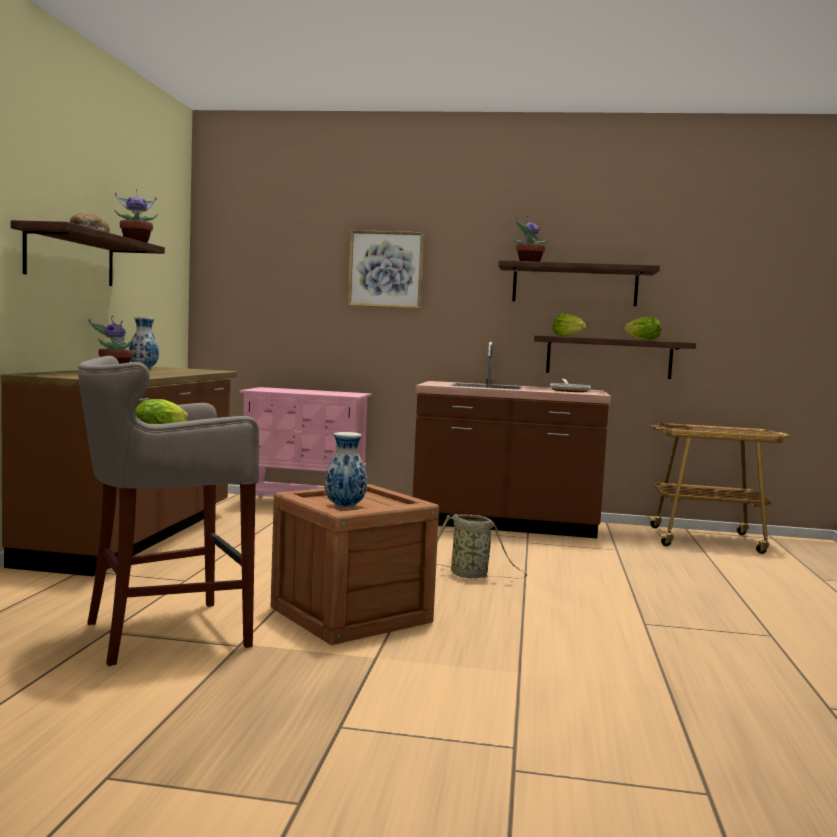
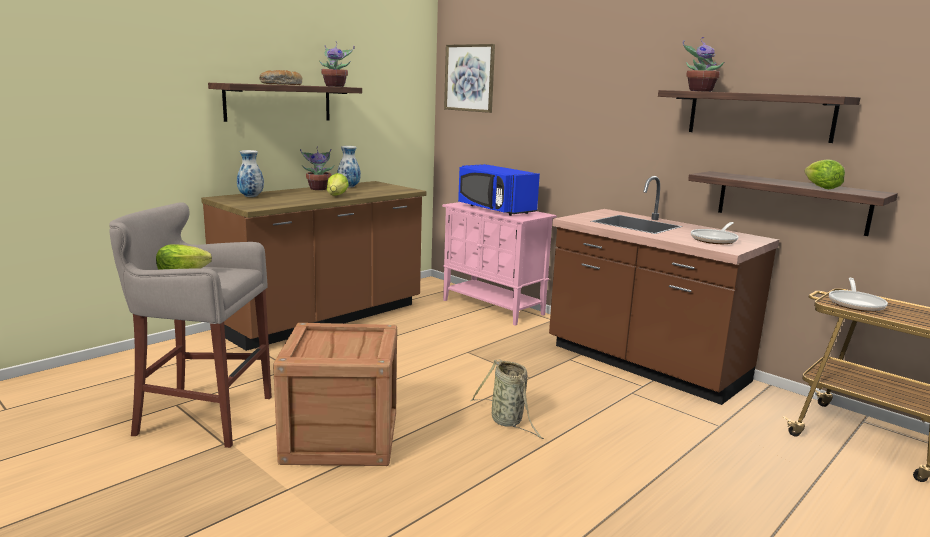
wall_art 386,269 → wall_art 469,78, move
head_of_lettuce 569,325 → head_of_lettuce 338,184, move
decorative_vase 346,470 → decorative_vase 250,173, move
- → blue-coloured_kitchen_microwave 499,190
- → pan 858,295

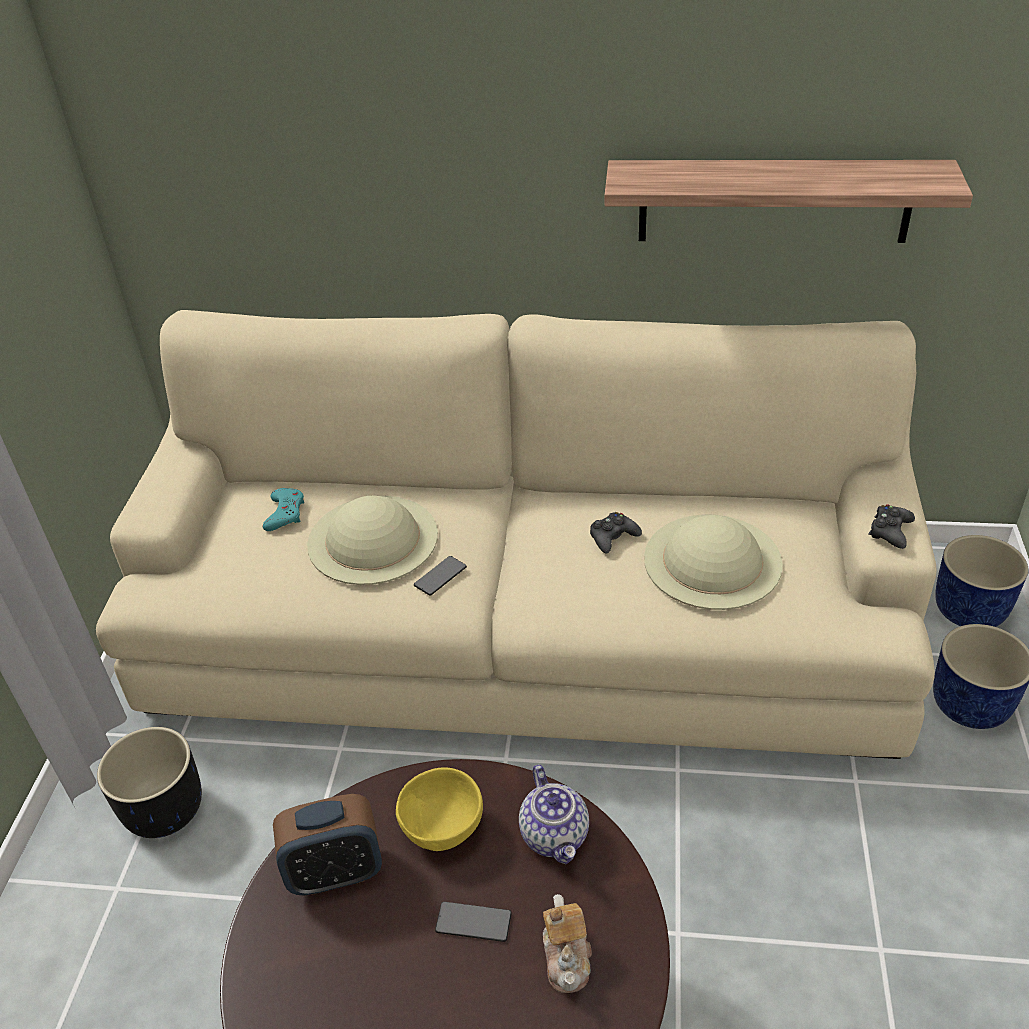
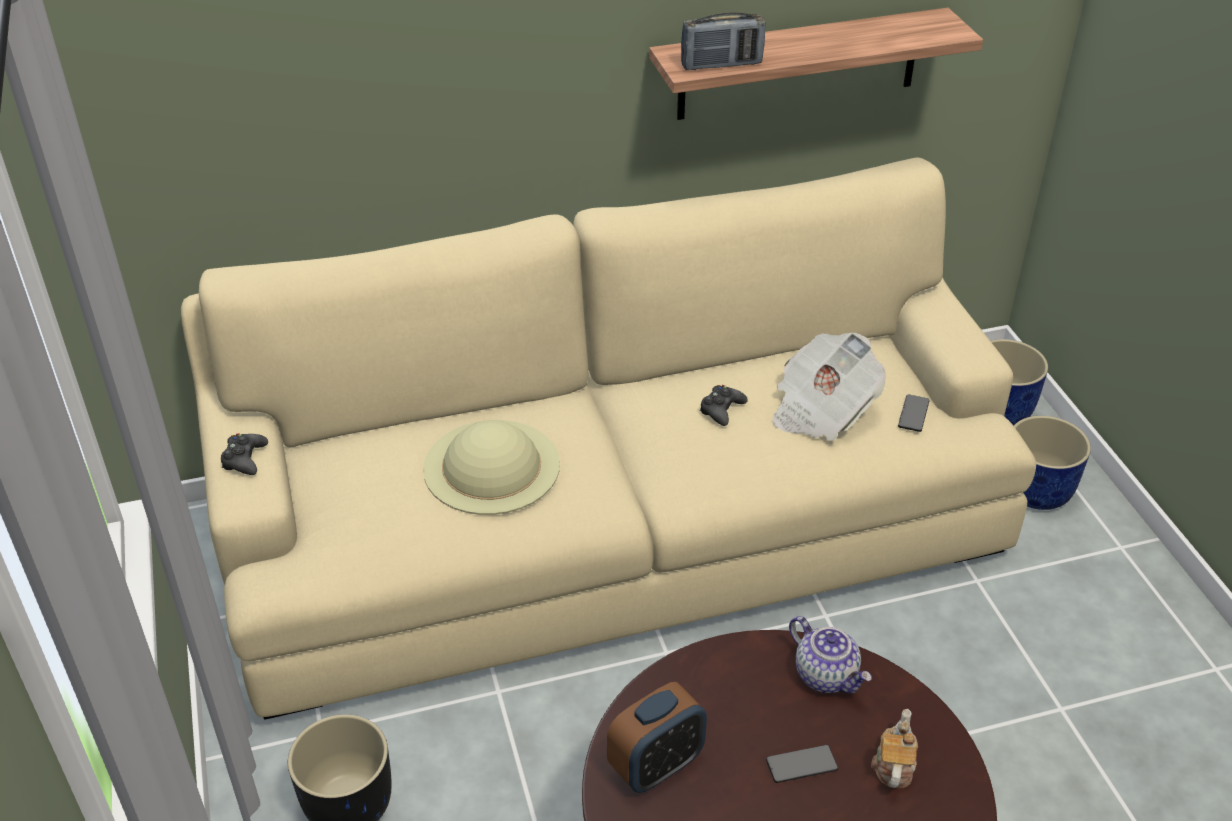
blue-green_joypad 283,509 → -
black-coloured_joypad 891,526 → black-coloured_joypad 244,454, move
sand-coloured_wearable_hat 713,562 → newspaper 829,387
phone 440,576 → phone 914,413, move
yellowish_serving_bowl 439,809 → -
teapot 567,943 → teapot 894,749, 135 degrees counterclockwise
- → radio_set 723,41

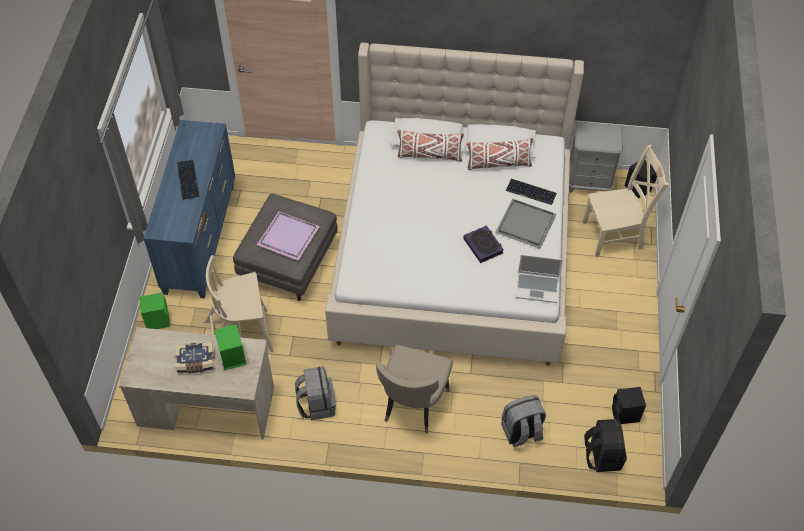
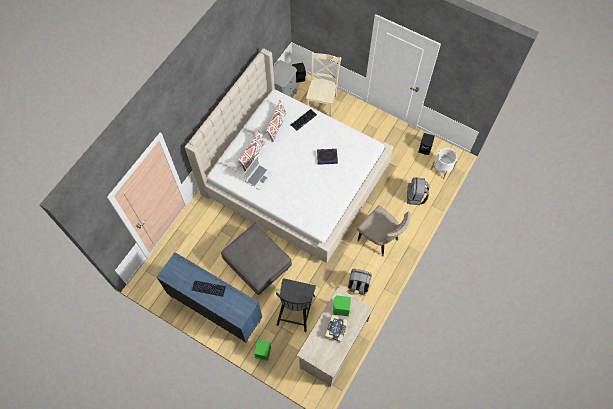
greyish_tray 526,224 → -
purplish_tray 288,236 → -
portable_computer 539,278 → portable_computer 258,173, move
sand-coloured_upright_chair 239,303 → black-coloured_upright_chair 296,305
black-coloured_knapsack 605,445 → whitish_plant_pot 444,164

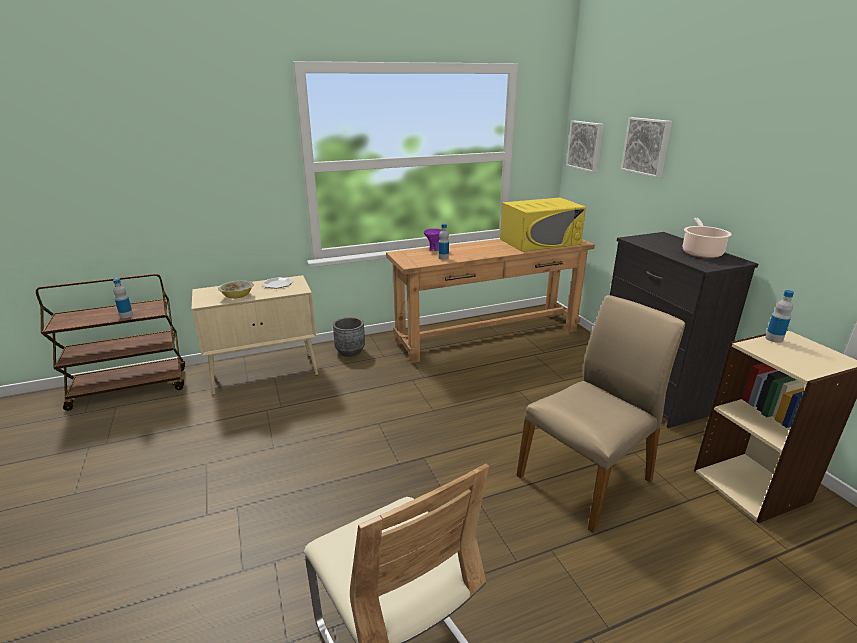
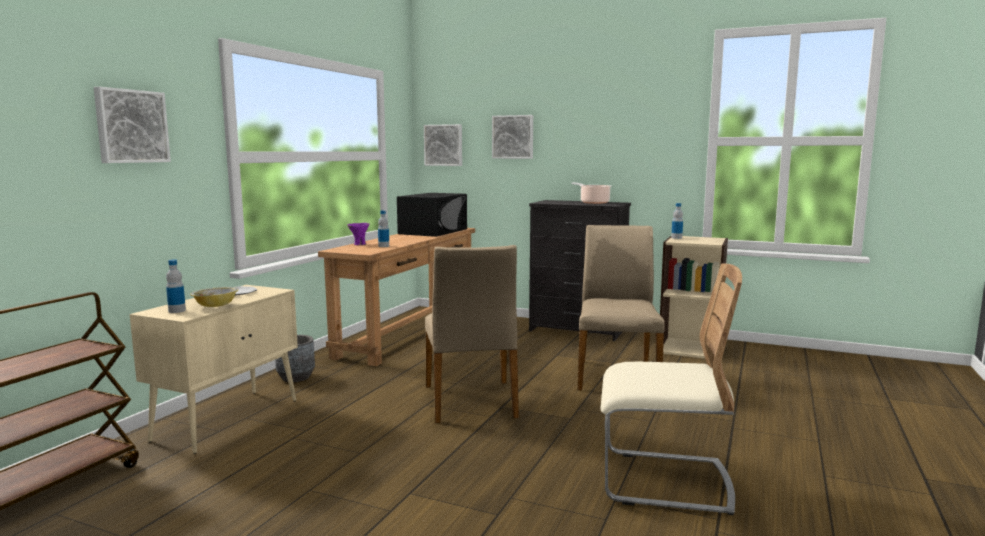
yellowish_kitchen_microwave 543,224 → black-coloured_kitchen_microwave 432,215
drink_bottle 123,298 → drink_bottle 176,286, move
- → wall_art 132,125
- → sand-coloured_upright_chair 472,334

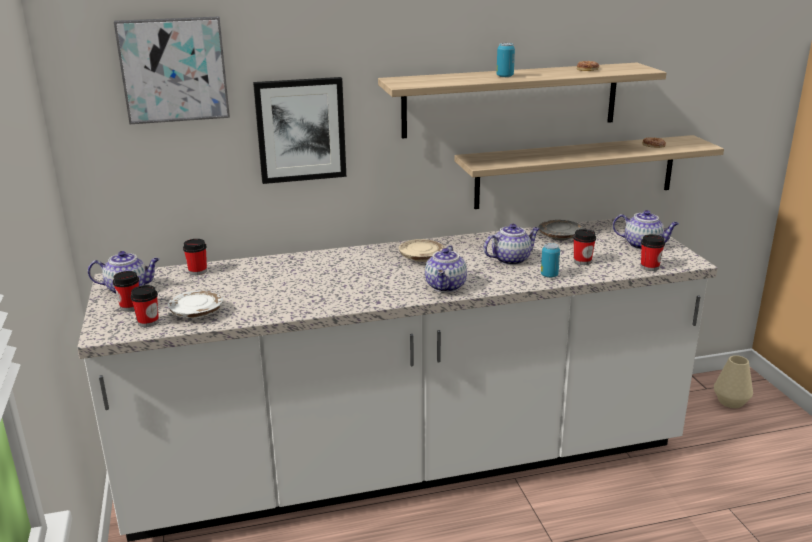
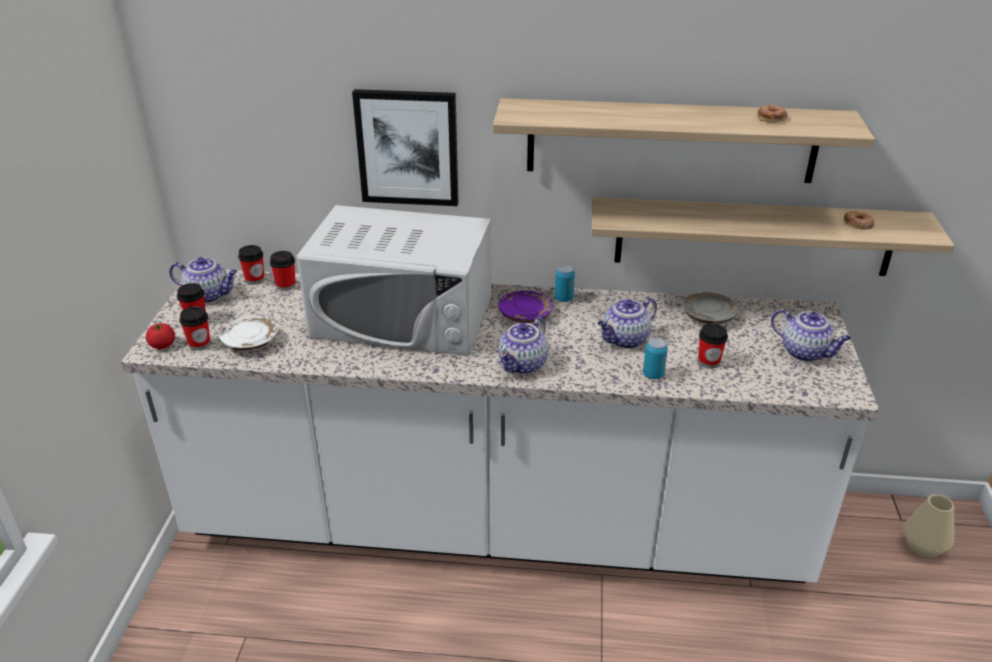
wall_art 172,70 → -
metal_can 506,60 → metal_can 565,283, move
teapot 512,244 → teapot 627,323, 150 degrees clockwise
drinking_cup 653,252 → drinking_cup 251,265, move
sand-coloured_flat_dish 422,250 → purplish_flat_dish 525,306
- → whitish_kitchen_microwave 393,280
- → tomato 160,336

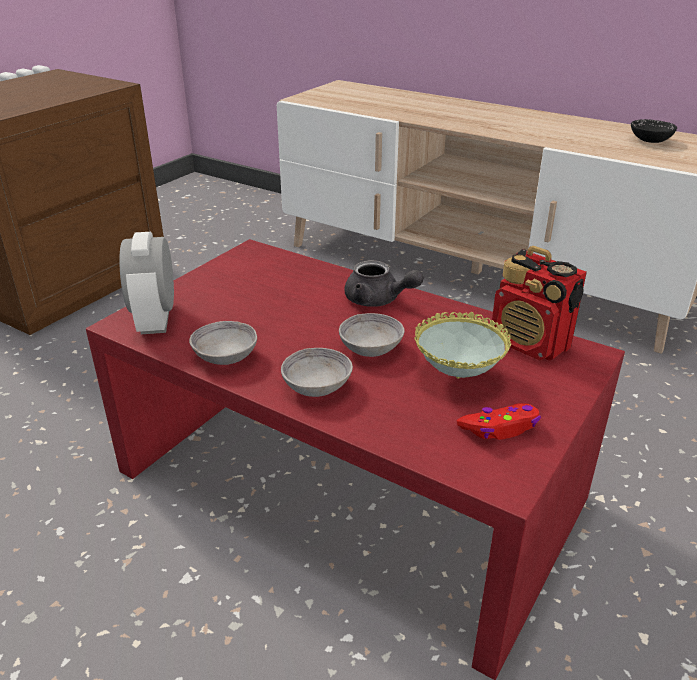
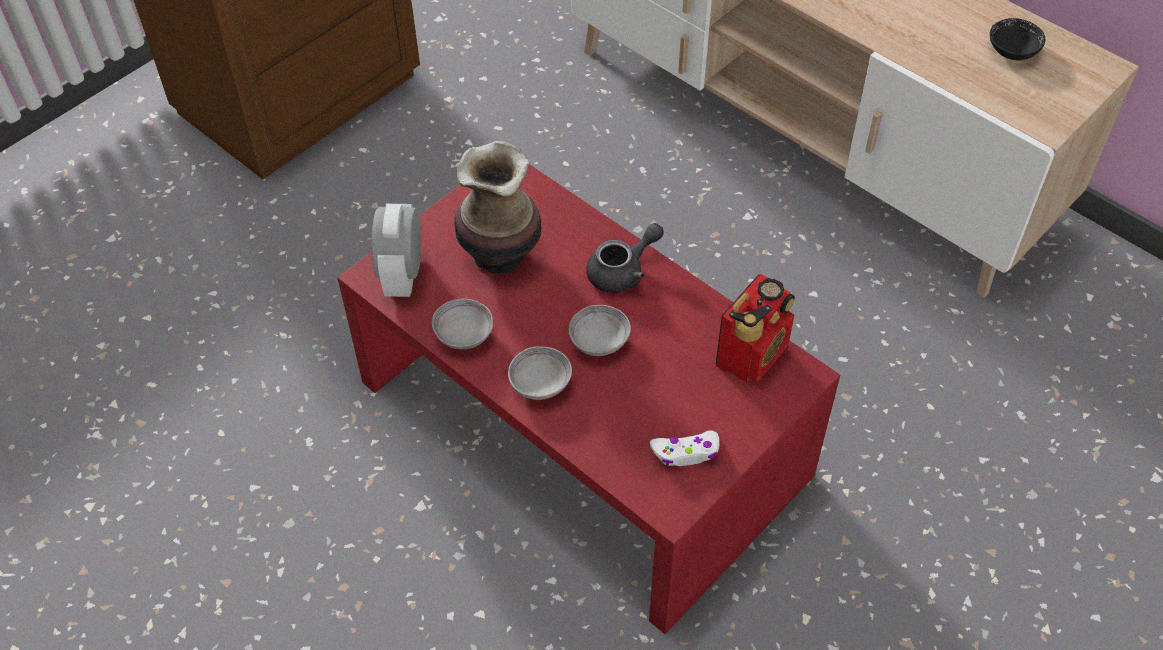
radio_set 539,303 → radio_set 755,328, 105 degrees counterclockwise
greyish_teapot 383,283 → greyish_teapot 625,258, 75 degrees counterclockwise
serving_bowl 462,345 → -
red-coloured_joypad 499,421 → whitish_joypad 684,448
- → decorative_vase 498,207

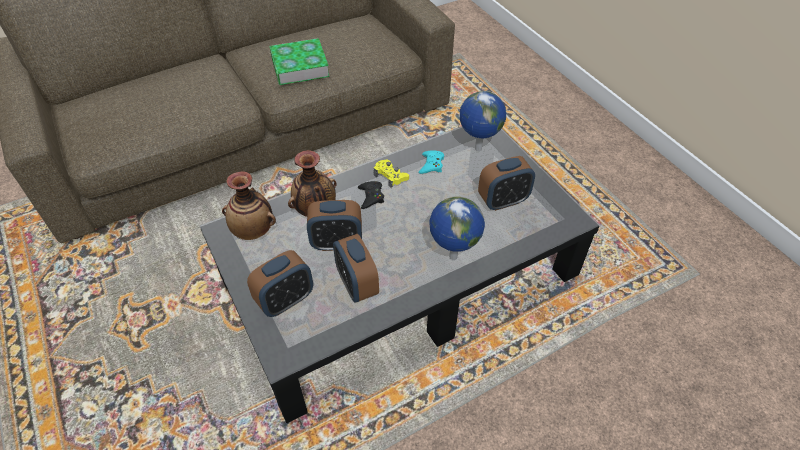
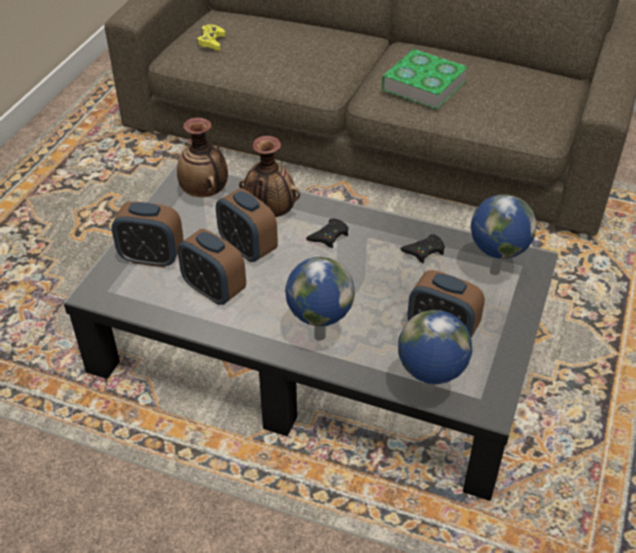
blue-green_joypad 431,162 → black-coloured_joypad 422,249
yellowish_joypad 391,174 → yellowish_joypad 211,37, move
bedside_clock 356,268 → bedside_clock 211,267, 75 degrees counterclockwise
- → world_globe 435,353

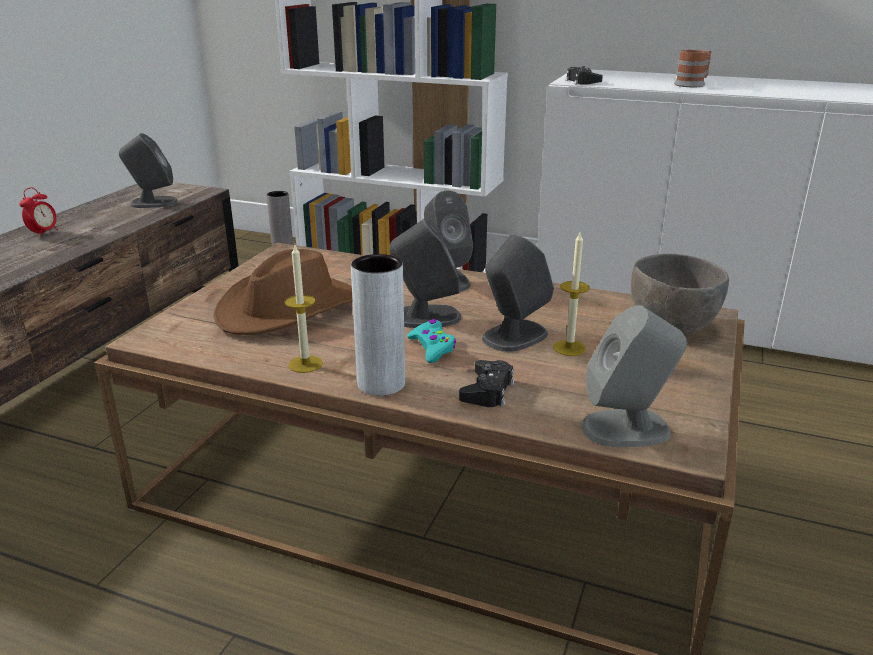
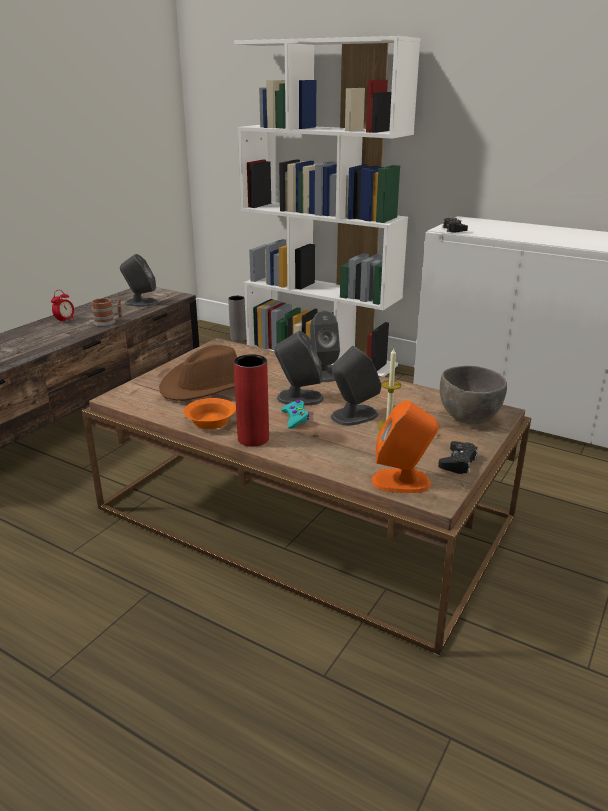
mug 693,68 → mug 107,312, move
candle 304,308 → orange-coloured_serving_bowl 210,413
greyish_decorative_vase 378,325 → red-coloured_decorative_vase 251,400
greyish_loudspeaker 634,376 → orange-coloured_loudspeaker 405,446
black-coloured_joypad 486,383 → black-coloured_joypad 458,457, move

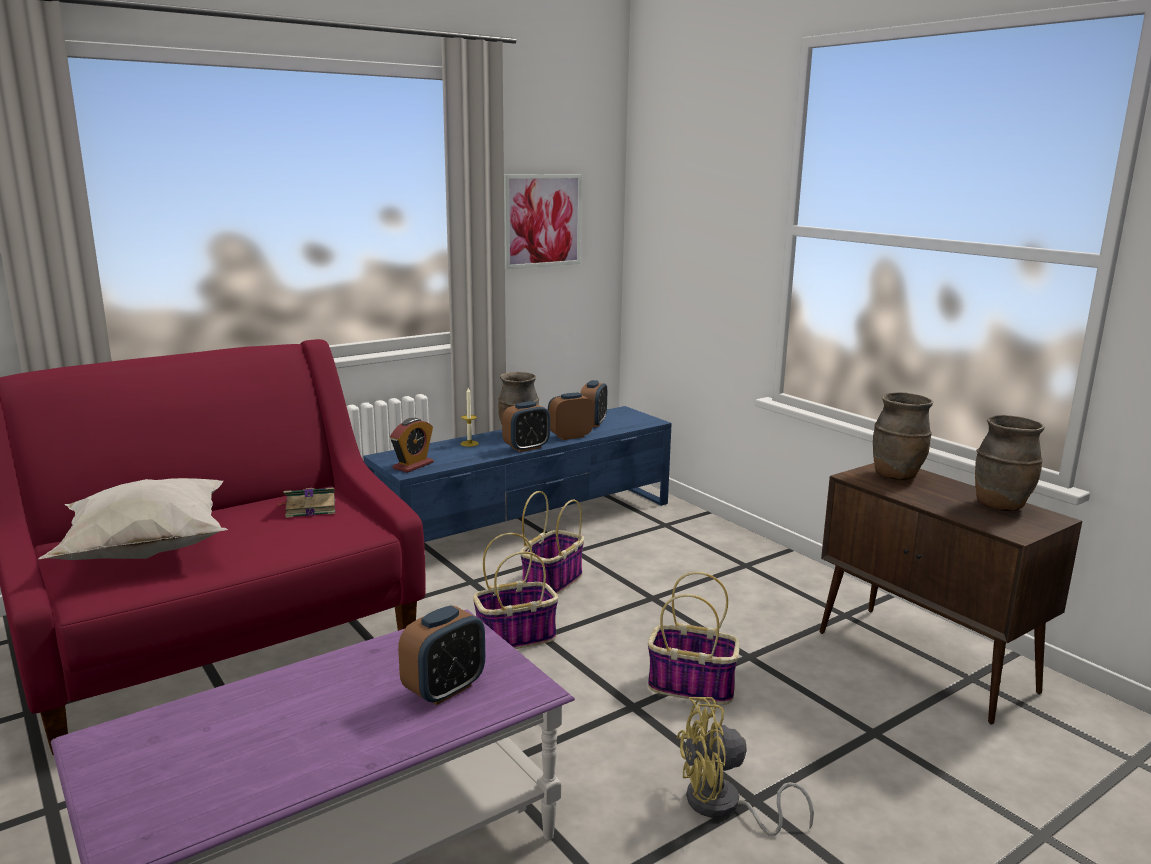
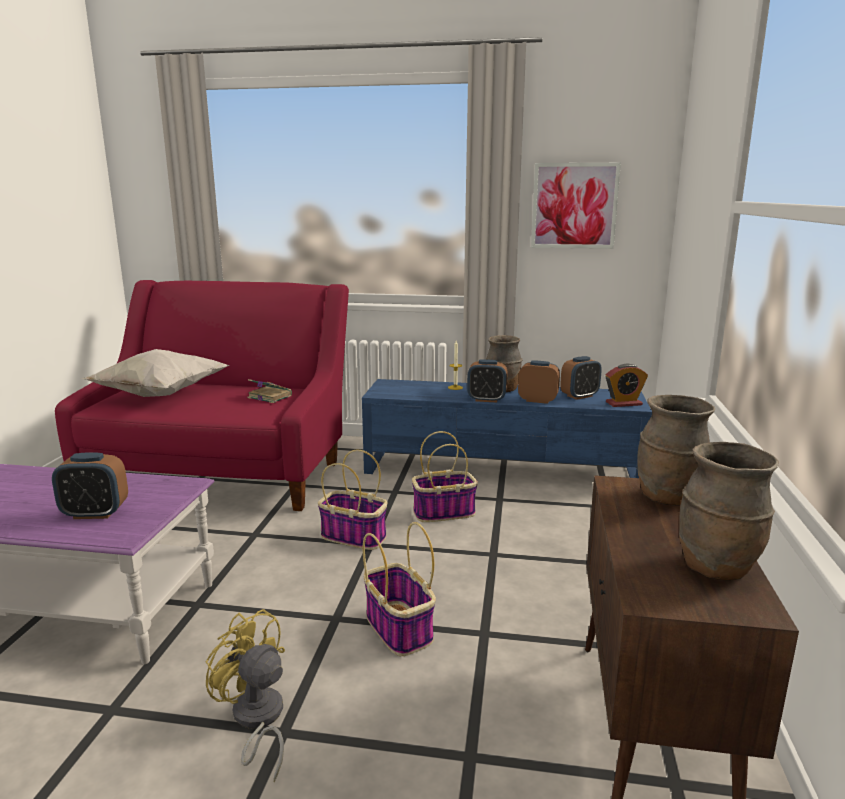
bedside_clock 412,445 → bedside_clock 627,385, move

